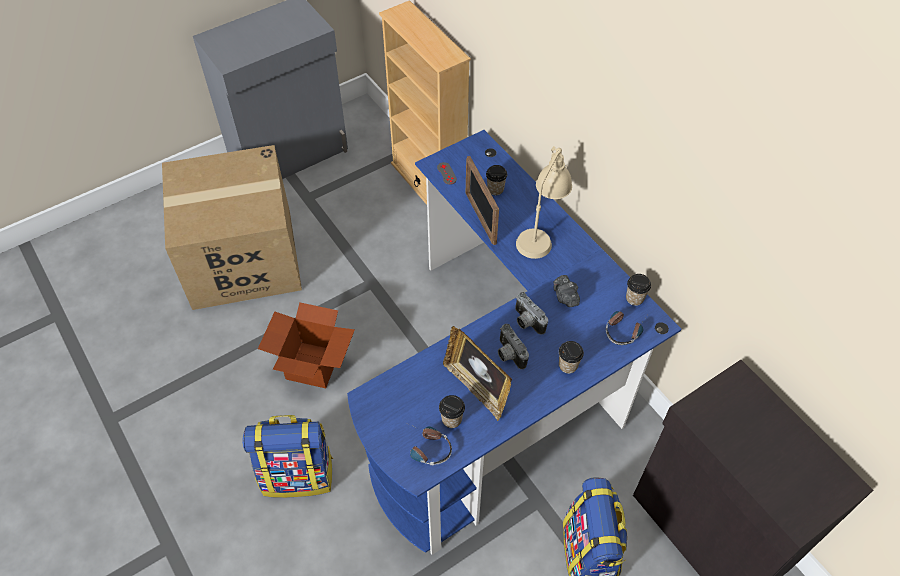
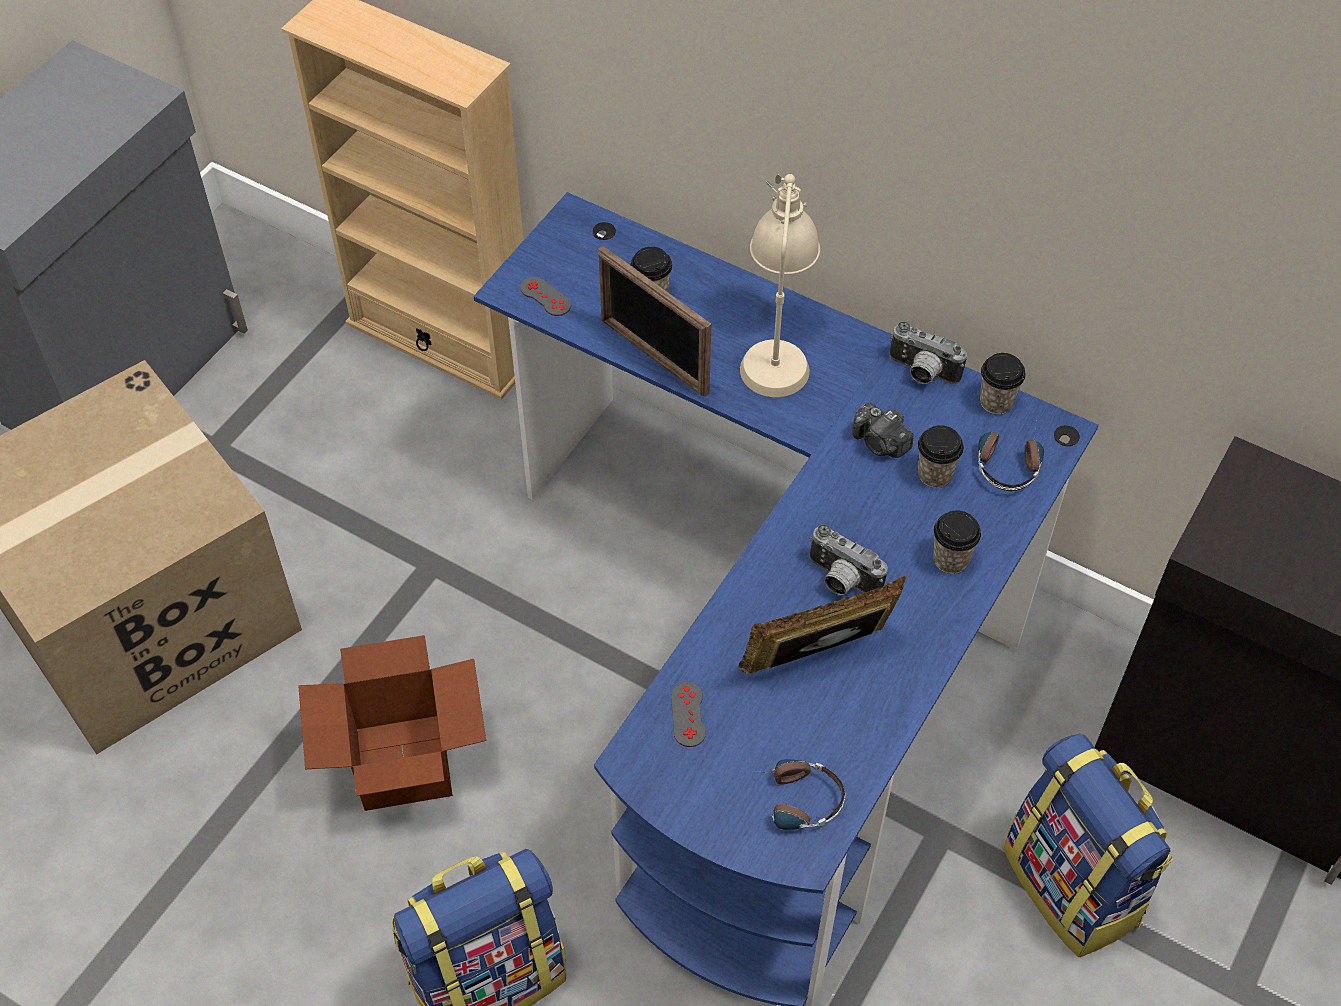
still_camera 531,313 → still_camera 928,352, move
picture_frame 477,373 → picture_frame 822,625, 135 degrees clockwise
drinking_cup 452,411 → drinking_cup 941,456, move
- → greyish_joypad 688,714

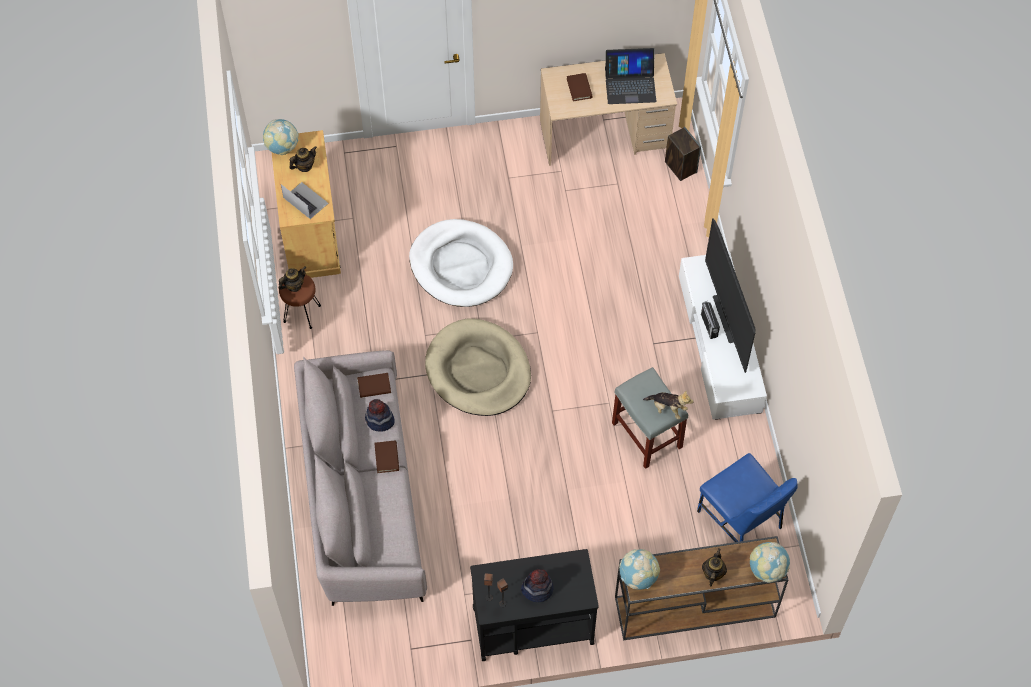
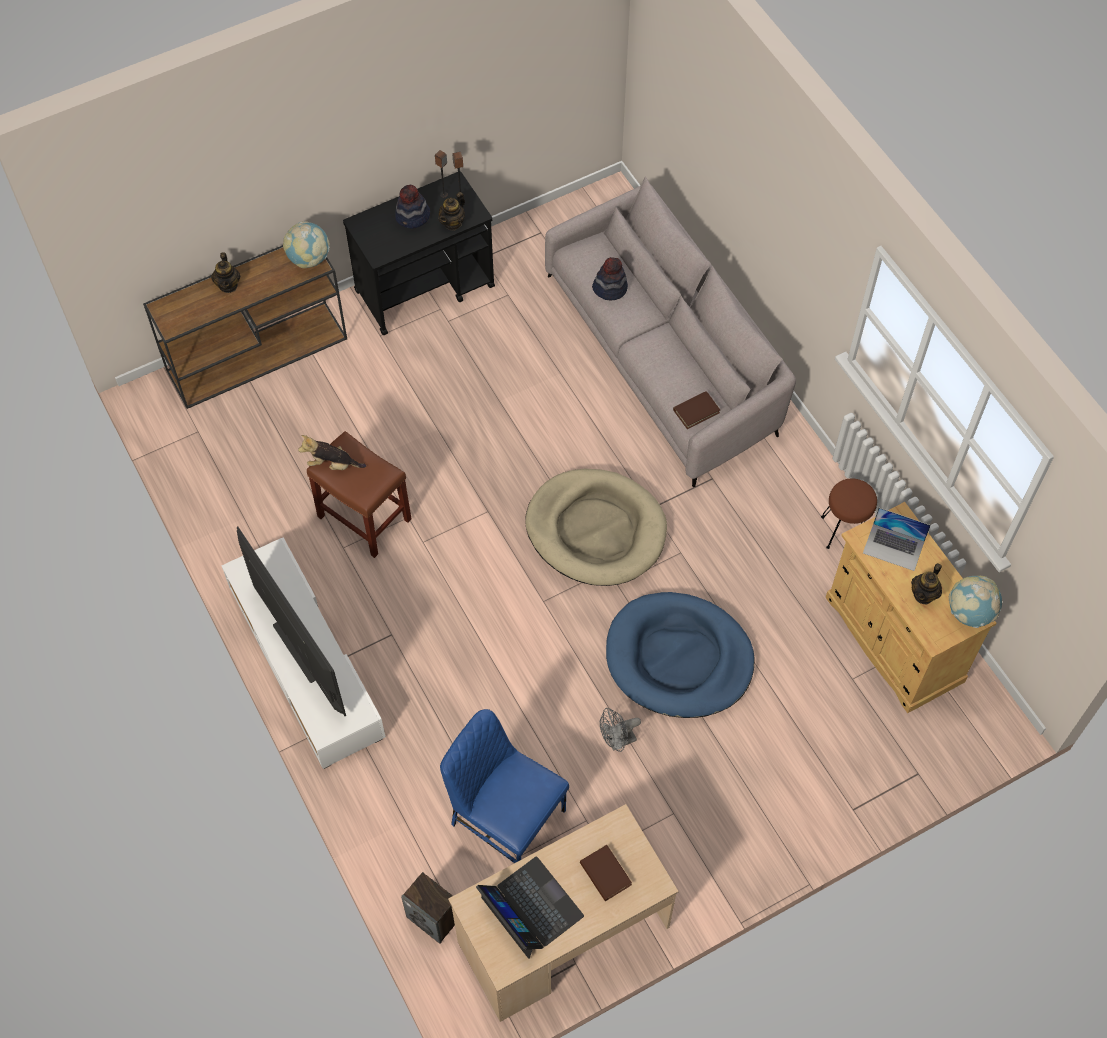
portable_computer 631,76 → portable_computer 530,907, 75 degrees clockwise
whitish_dog_bed 461,263 → blue-coloured_dog_bed 680,655
teapot 292,279 → teapot 451,211, move
radio_set 710,320 → -
greyish_stool_seat 650,418 → brown-coloured_stool_seat 359,494
wearable_hat 380,415 → wearable_hat 610,278, move
brown-coloured_volume 386,456 → -
blue-coloured_upright_chair 747,497 → blue-coloured_upright_chair 504,786, move
world_globe 770,562 → -
- → greyish_fan 620,730

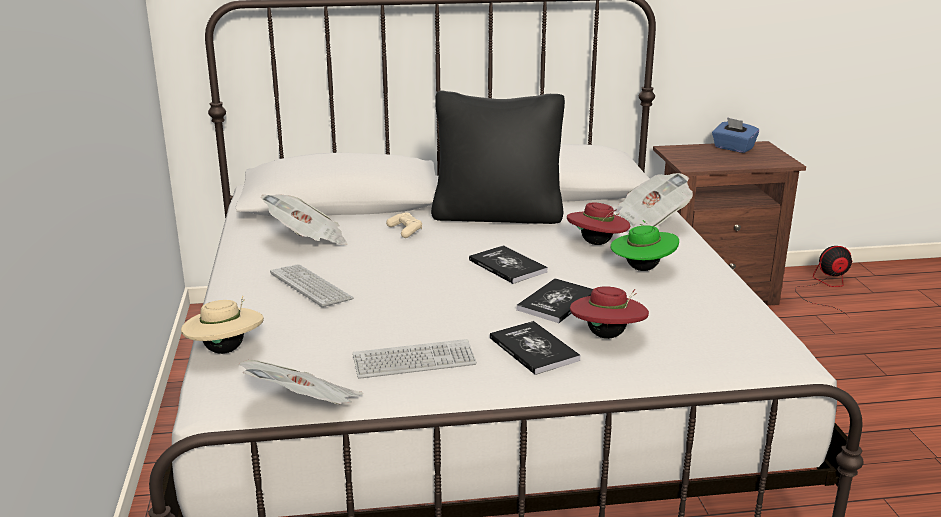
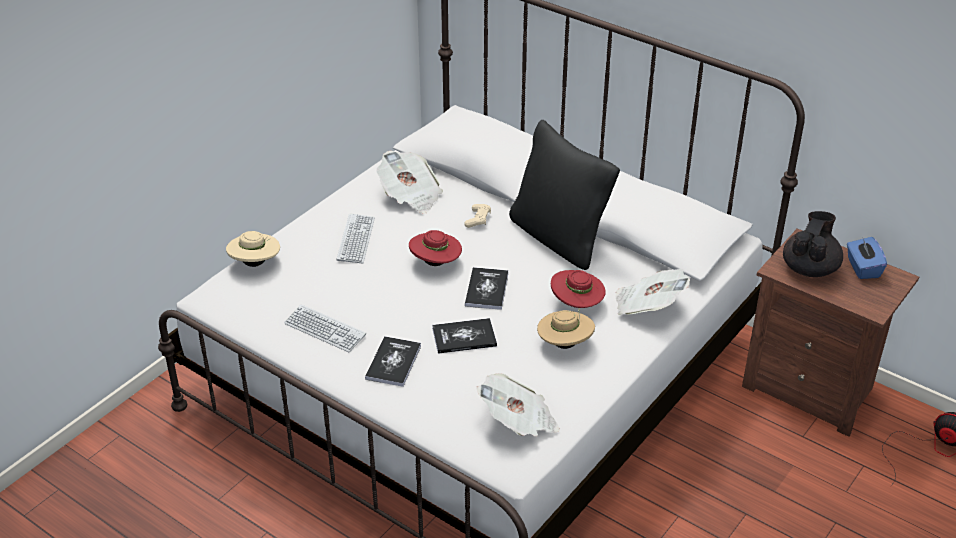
green-coloured_wearable_hat 644,245 → sand-coloured_wearable_hat 566,328
red-coloured_wearable_hat 609,312 → red-coloured_wearable_hat 435,248, move
newspaper 301,382 → newspaper 518,405, move
- → black-coloured_teapot 813,244

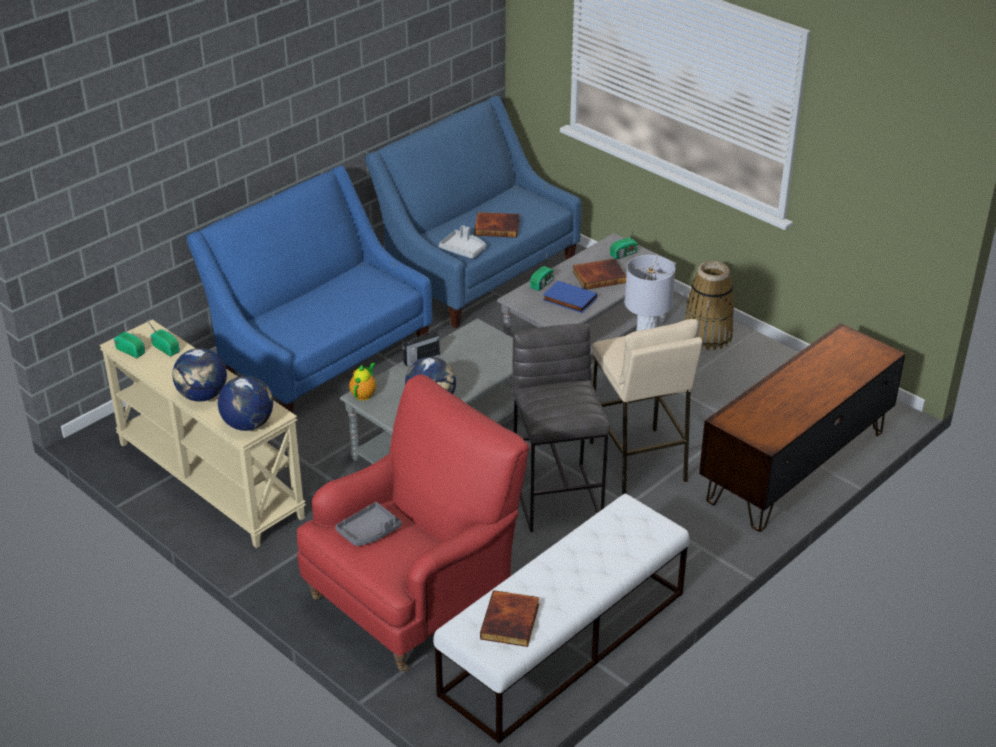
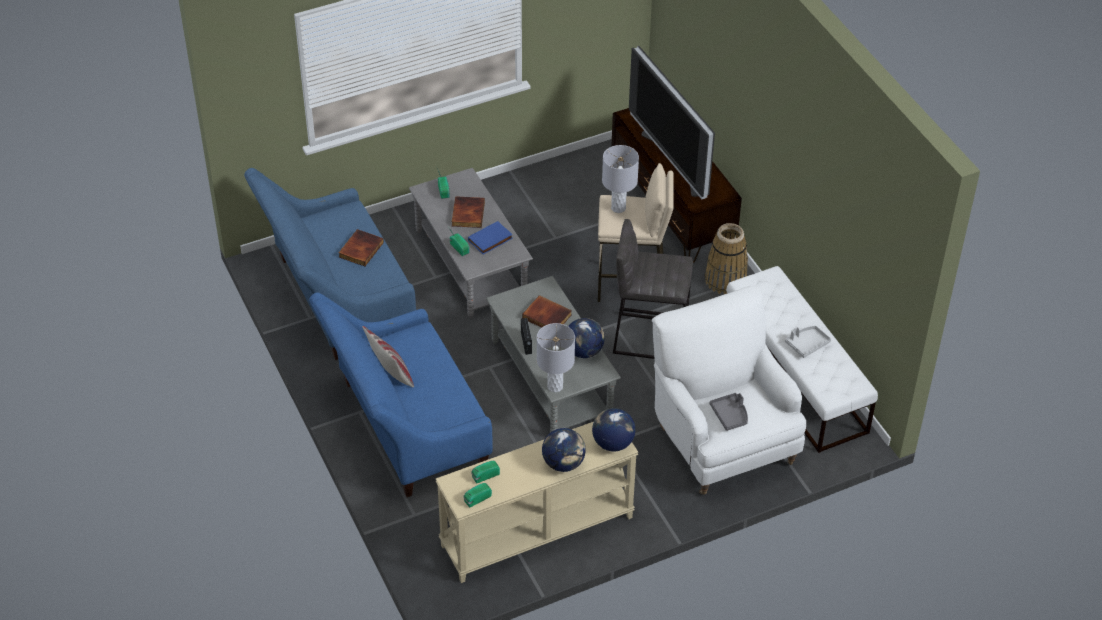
greyish_tray 462,242 → greyish_tray 808,342, move
household_basket 709,305 → household_basket 726,258, move
teapot 362,381 → greyish_tabletop_lamp 556,357
red-coloured_armchair 413,523 → whitish_armchair 729,390
volume 509,618 → volume 547,311, move
- → TV 672,122
- → cushion 388,357

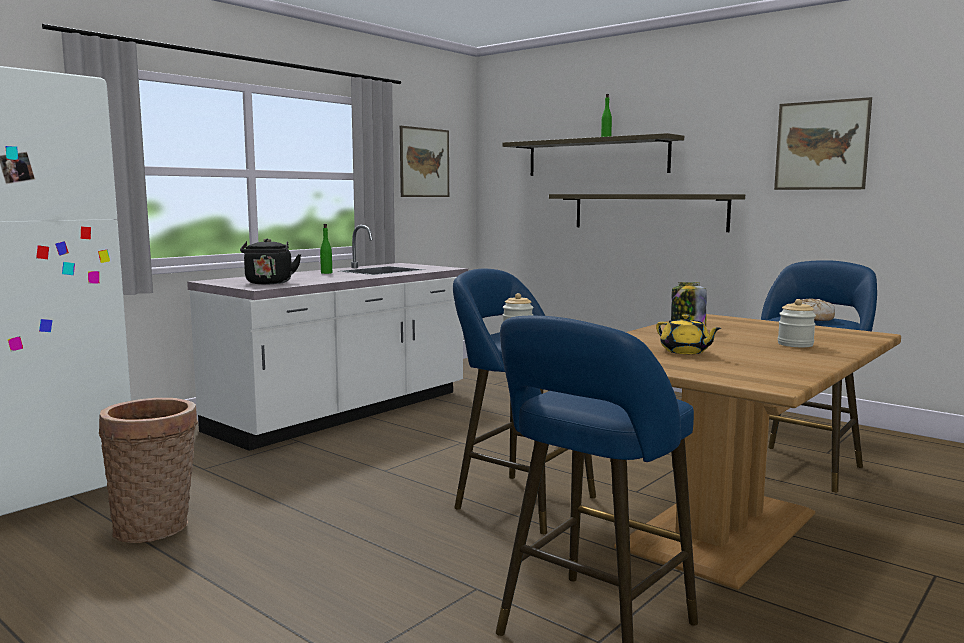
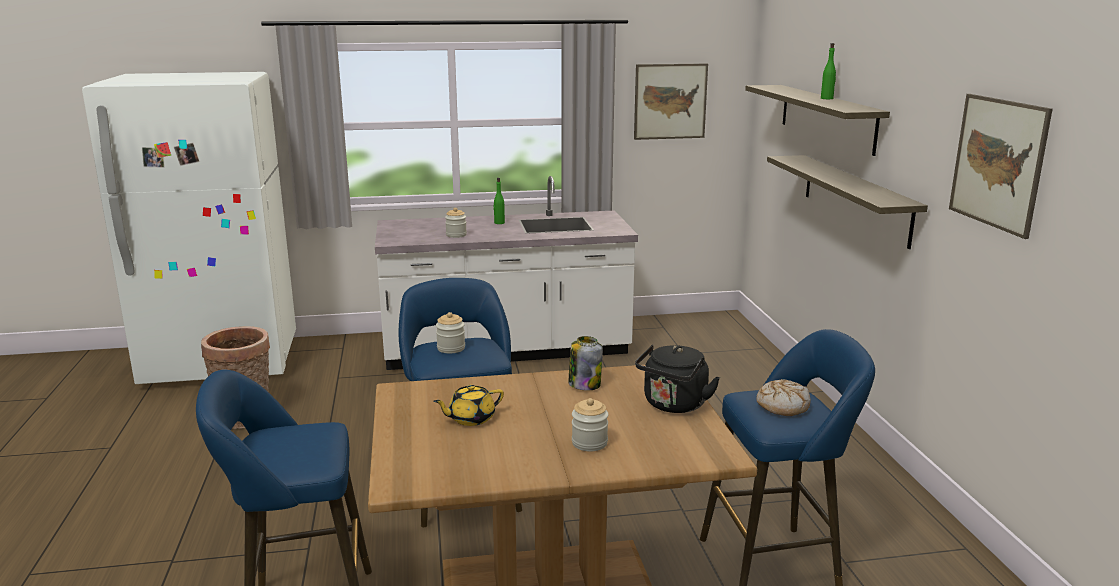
black-coloured_kettle 270,261 → black-coloured_kettle 677,379, move
yellowish_teapot 688,334 → yellowish_teapot 468,405, 60 degrees clockwise
- → jar 456,223

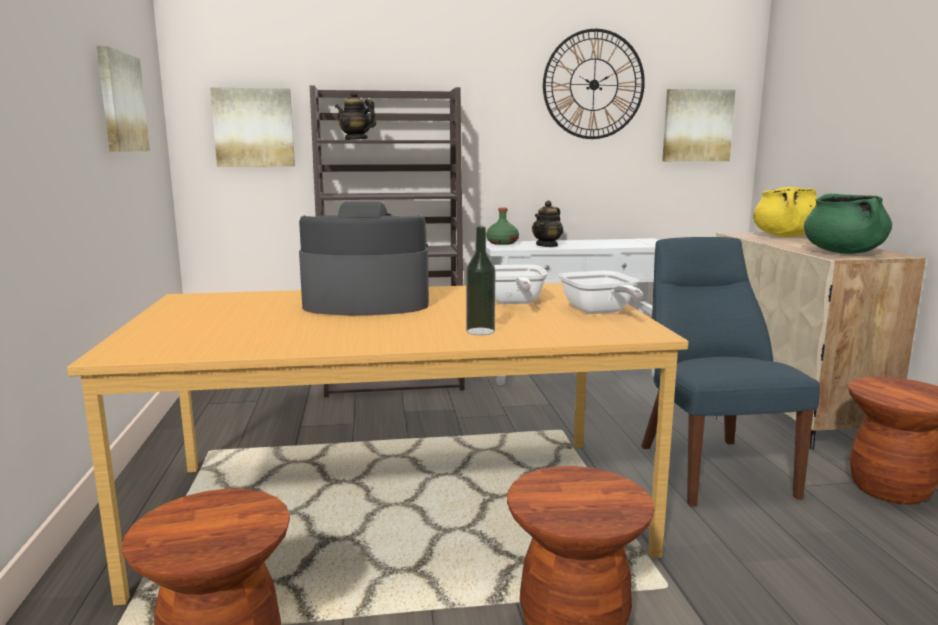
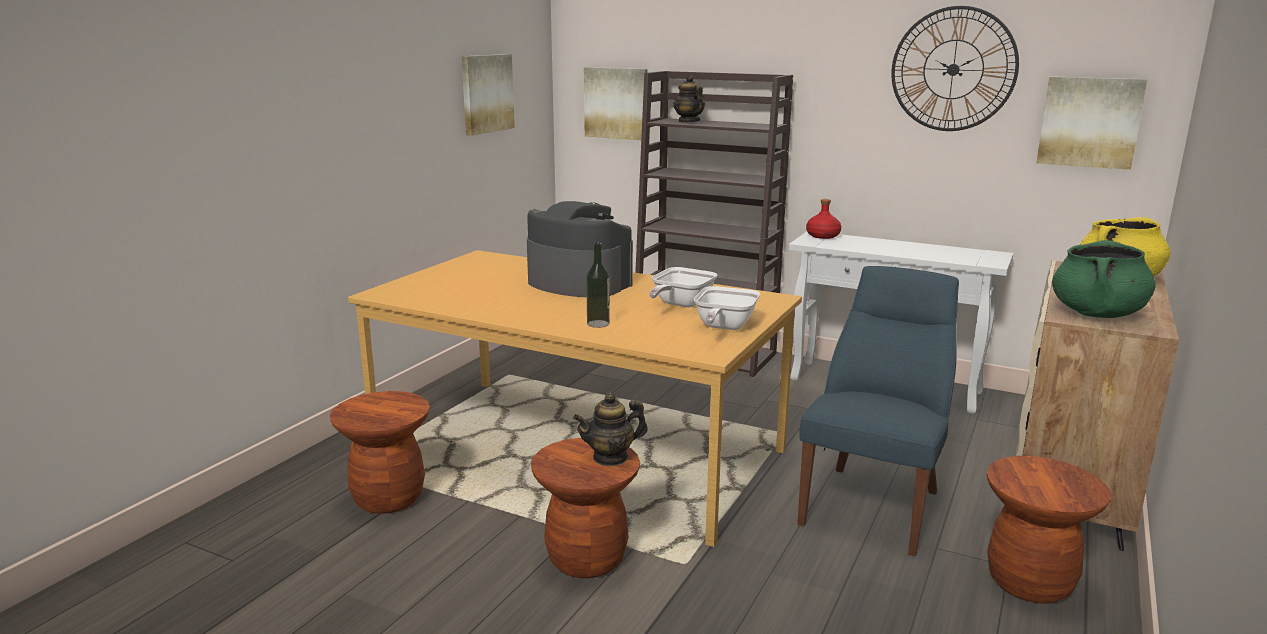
teapot 548,223 → teapot 610,429, move
green-coloured_drink_bottle 502,226 → red-coloured_drink_bottle 823,219

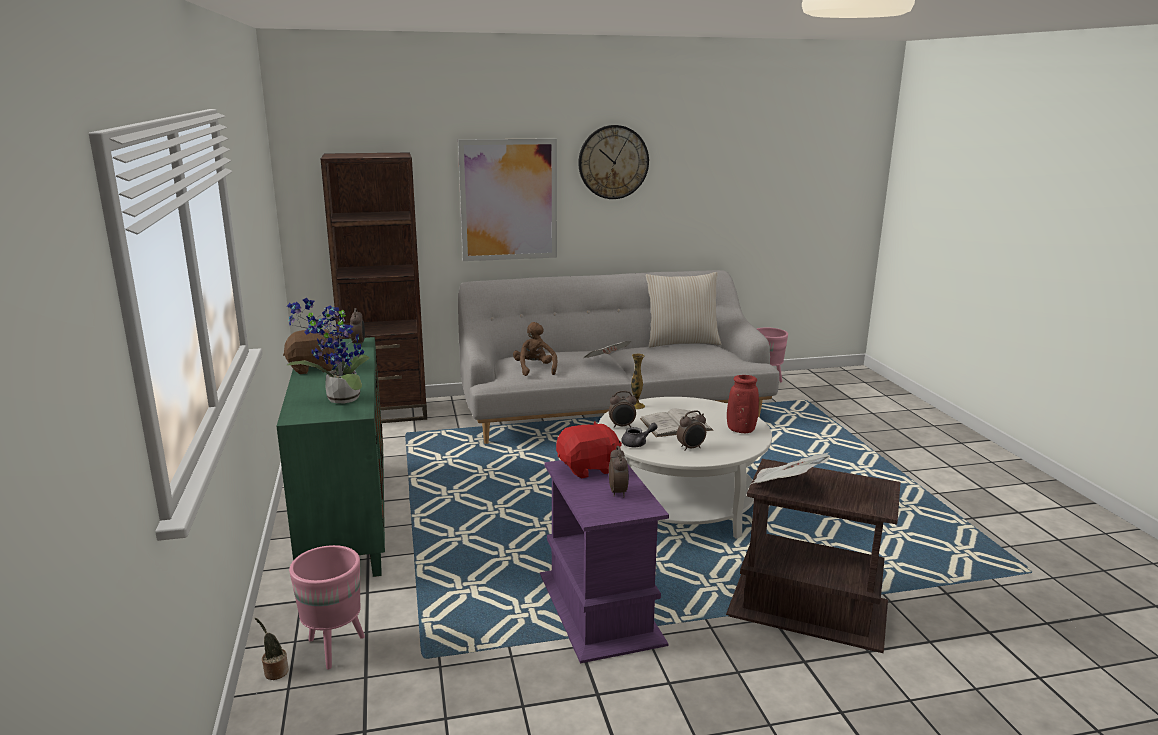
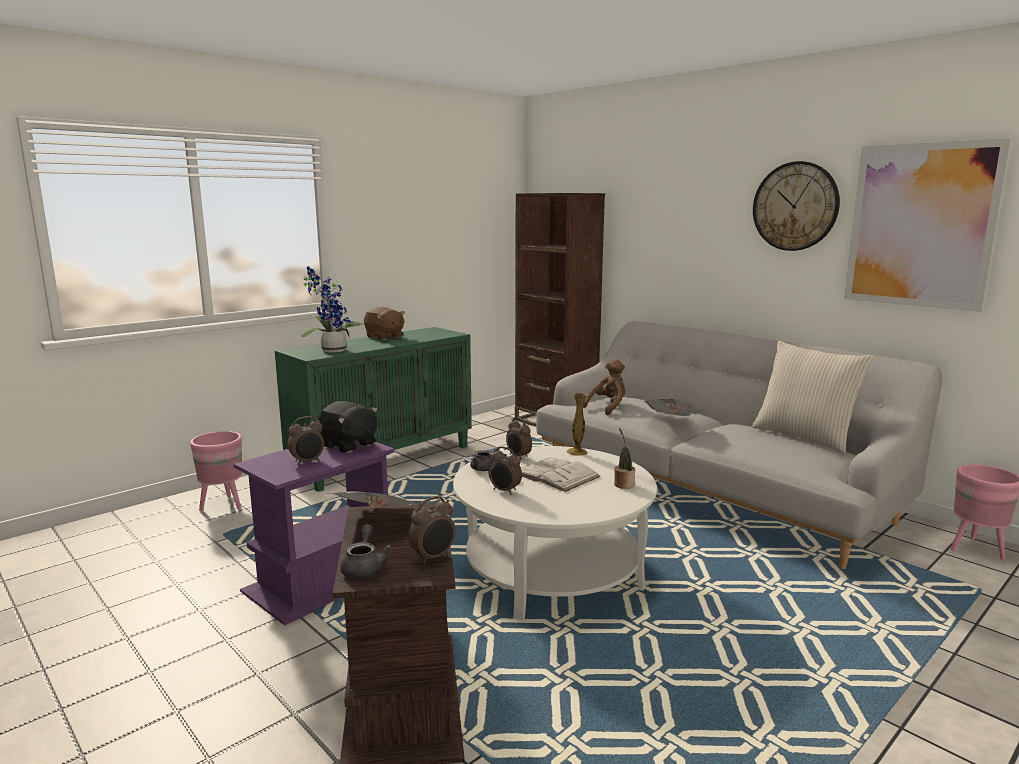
wall_art 507,199 → wall_art 928,225, move
bedside_clock 357,327 → bedside_clock 432,530, move
red-coloured_decorative_vase 743,404 → -
red-coloured_soft_toy 589,450 → black-coloured_soft_toy 347,427
houseplant 271,649 → houseplant 624,458, move
- → greyish_teapot 366,551

